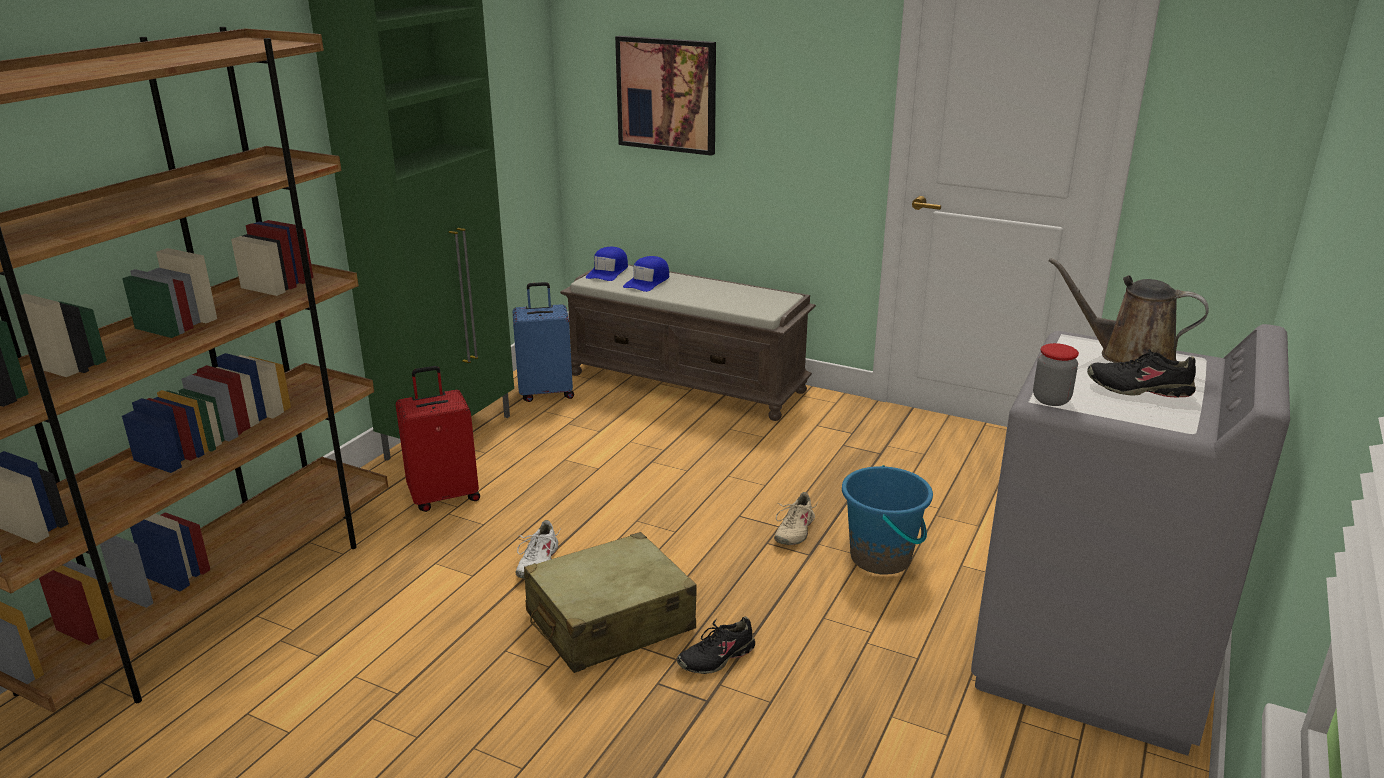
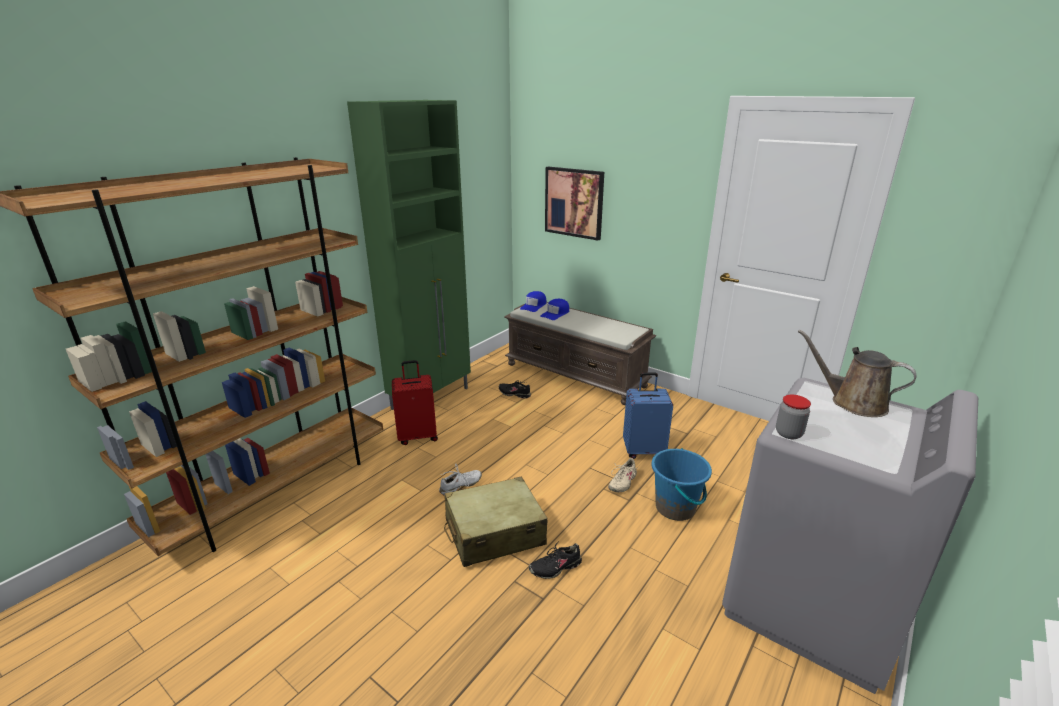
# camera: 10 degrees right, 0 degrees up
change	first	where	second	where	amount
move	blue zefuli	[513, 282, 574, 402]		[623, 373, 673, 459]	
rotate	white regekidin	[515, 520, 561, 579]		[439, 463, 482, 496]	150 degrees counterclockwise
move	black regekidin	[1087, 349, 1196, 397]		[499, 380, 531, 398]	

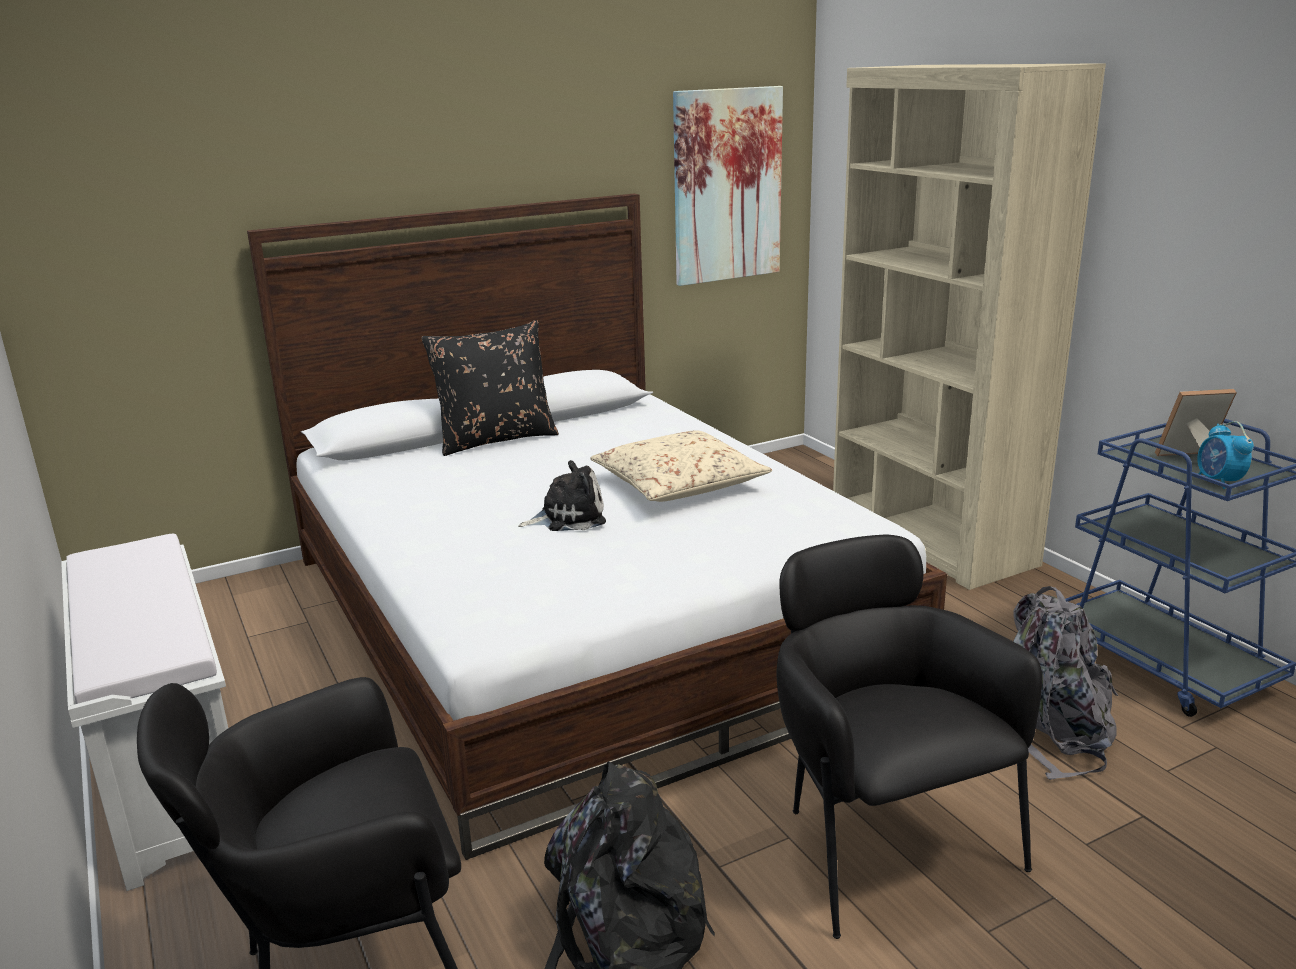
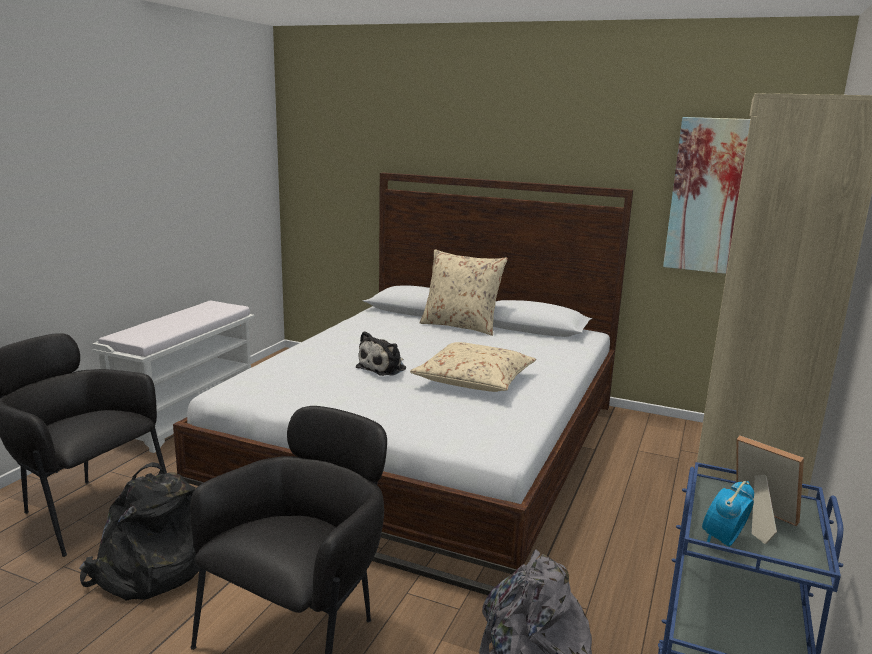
# camera: 50 degrees right, 5 degrees down
change	first	where	second	where	amount
recolor	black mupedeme	[421, 320, 559, 456]	beige mupedeme	[420, 249, 508, 336]	
rotate	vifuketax	[518, 460, 606, 531]		[356, 331, 406, 376]	90 degrees clockwise

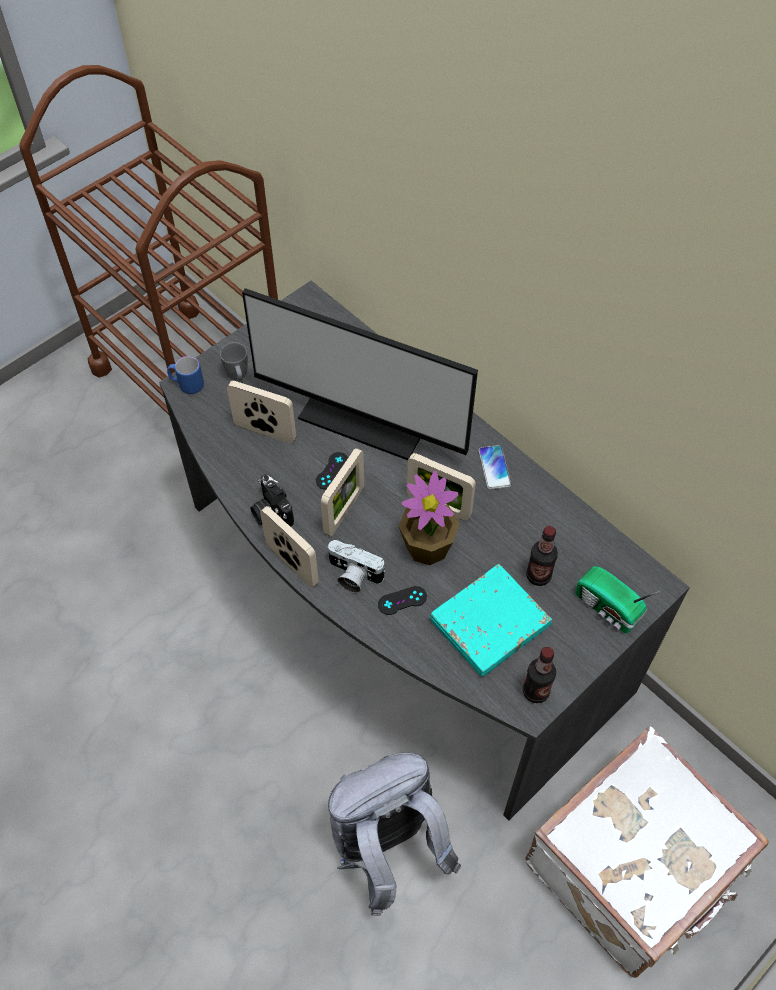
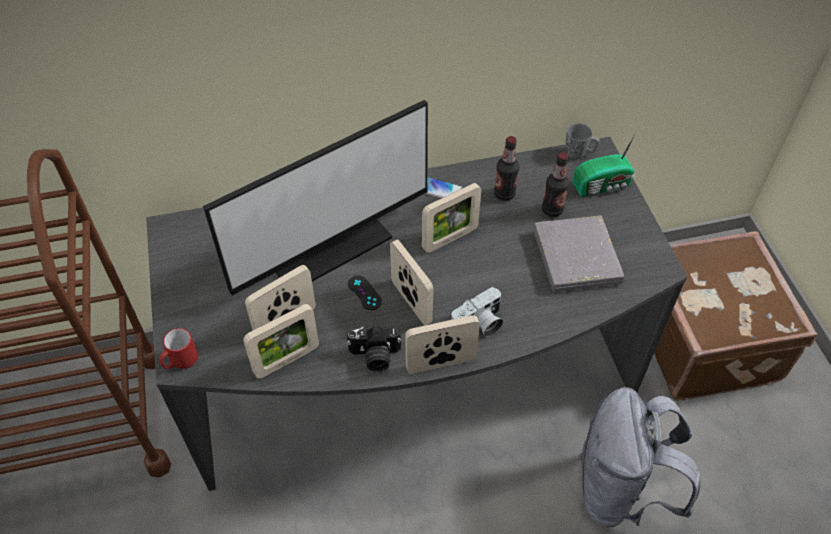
# camera: 60 degrees left, 5 degrees down
change	first	where	second	where	amount
recolor	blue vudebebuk	[167, 356, 204, 394]	red vudebebuk	[160, 328, 198, 369]	
move	grey vudebebuk	[220, 342, 248, 383]		[566, 123, 600, 159]	
delete	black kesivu	[378, 586, 427, 615]			
delete	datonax	[399, 471, 460, 565]			
recolor	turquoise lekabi	[430, 564, 552, 677]	grey lekabi	[534, 215, 624, 292]	
move	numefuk	[523, 647, 556, 703]		[494, 136, 519, 201]	
recolor	white zefuli	[525, 727, 769, 978]	brown zefuli	[654, 231, 818, 401]	
insert			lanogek	[243, 304, 319, 379]	

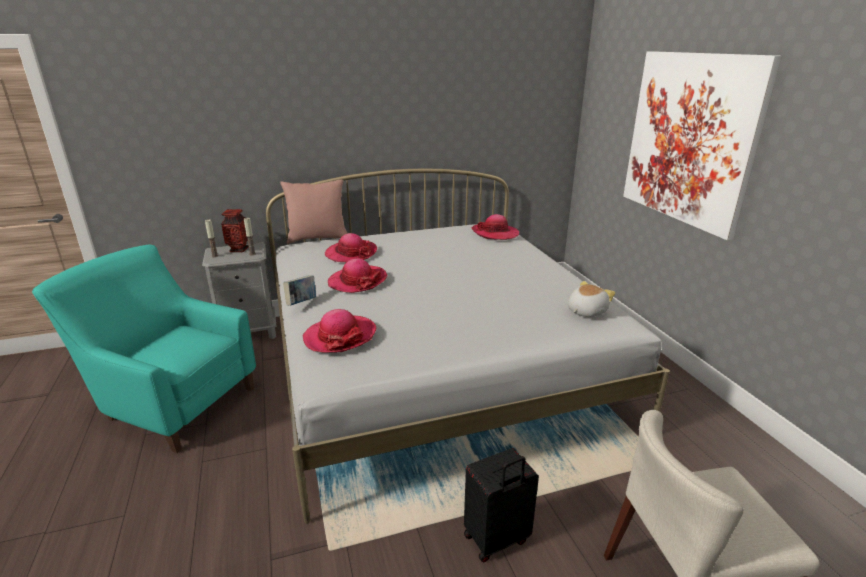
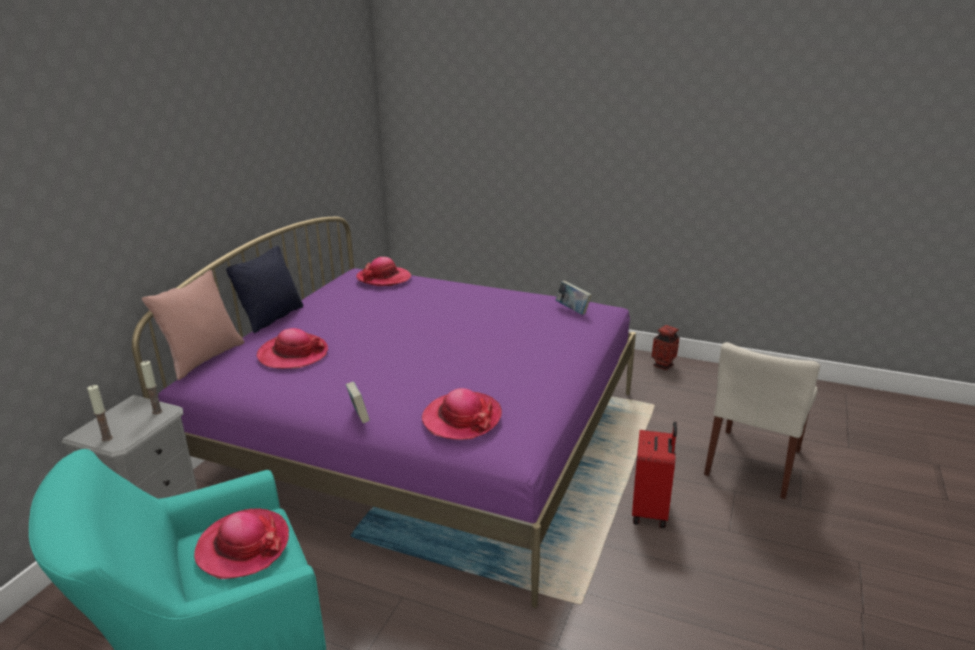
# camera: 50 degrees left, 0 degrees up
change	first	where	second	where	amount
move	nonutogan	[221, 209, 249, 252]		[652, 325, 679, 370]	
recolor	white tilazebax	[266, 169, 670, 524]	purple tilazebax	[132, 217, 636, 608]	
move	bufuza	[328, 258, 388, 293]		[194, 509, 289, 579]	
recolor	black zefuli	[464, 448, 539, 563]	red zefuli	[632, 421, 677, 528]	
replace	vifuketax	[568, 281, 615, 317]	lekabi	[556, 281, 592, 315]	
delete	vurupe	[623, 51, 782, 240]			
insert			black mupedeme	[226, 246, 303, 333]	

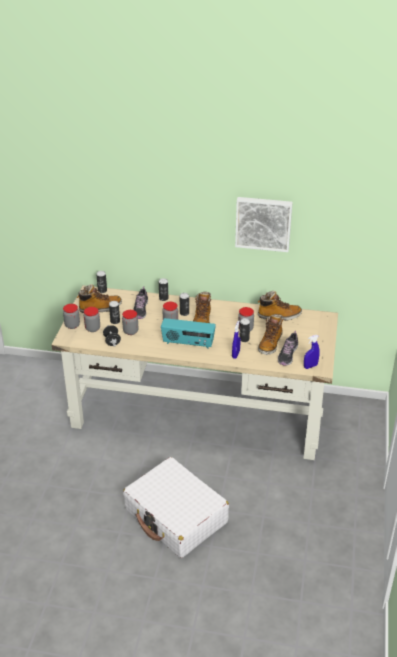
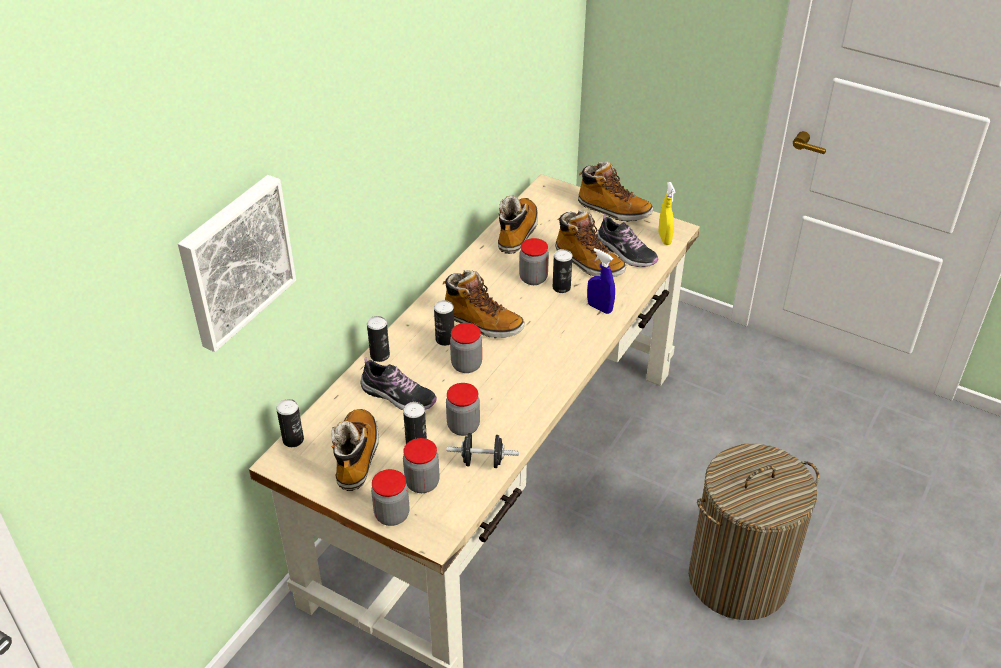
# camera: 70 degrees left, 5 degrees up
change	first	where	second	where	amount
replace	white zefuli	[123, 457, 229, 558]	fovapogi	[688, 444, 819, 620]	
delete	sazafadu	[161, 318, 216, 349]			
move	vurupe	[235, 197, 293, 252]		[178, 175, 296, 352]	
recolor	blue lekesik	[304, 335, 320, 369]	yellow lekesik	[659, 182, 675, 245]	
insert			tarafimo	[578, 162, 653, 222]	

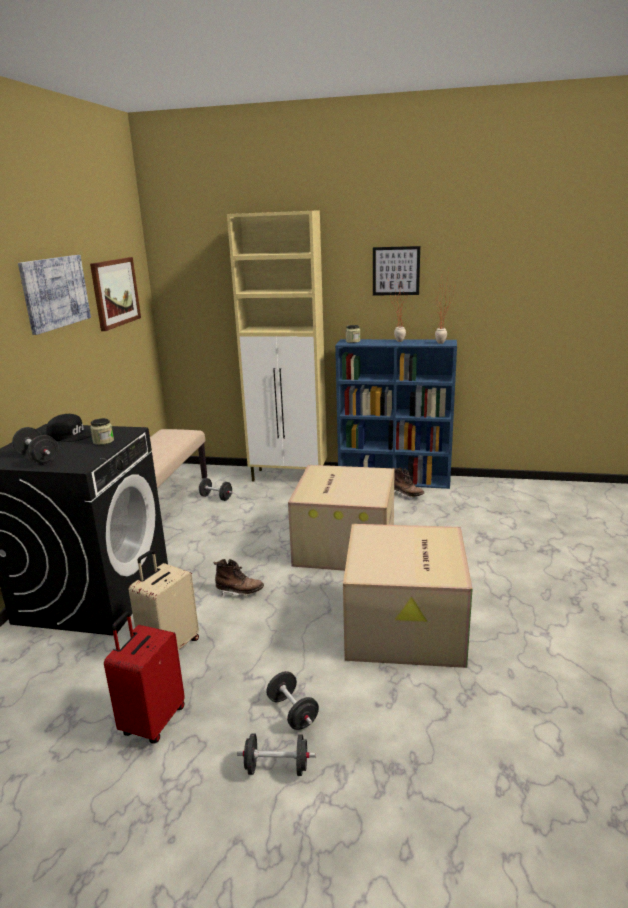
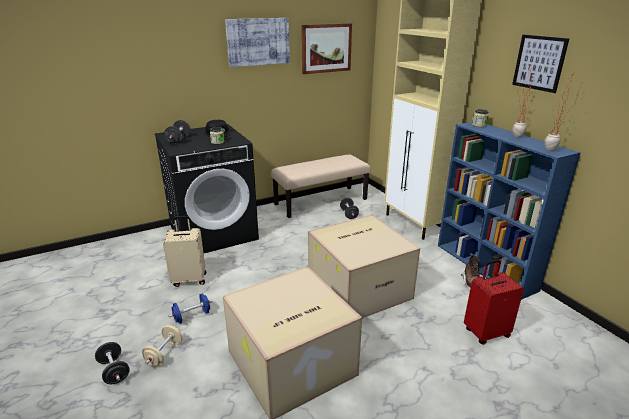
# camera: 50 degrees right, 5 degrees up
change	first	where	second	where	amount
move	red zefuli	[104, 612, 185, 743]		[464, 259, 524, 345]	
delete	brown tarafimo	[214, 559, 264, 596]			
recolor	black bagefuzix	[266, 671, 319, 730]	beige bagefuzix	[142, 325, 182, 366]	
insert			blue bagefuzix	[169, 293, 213, 324]	

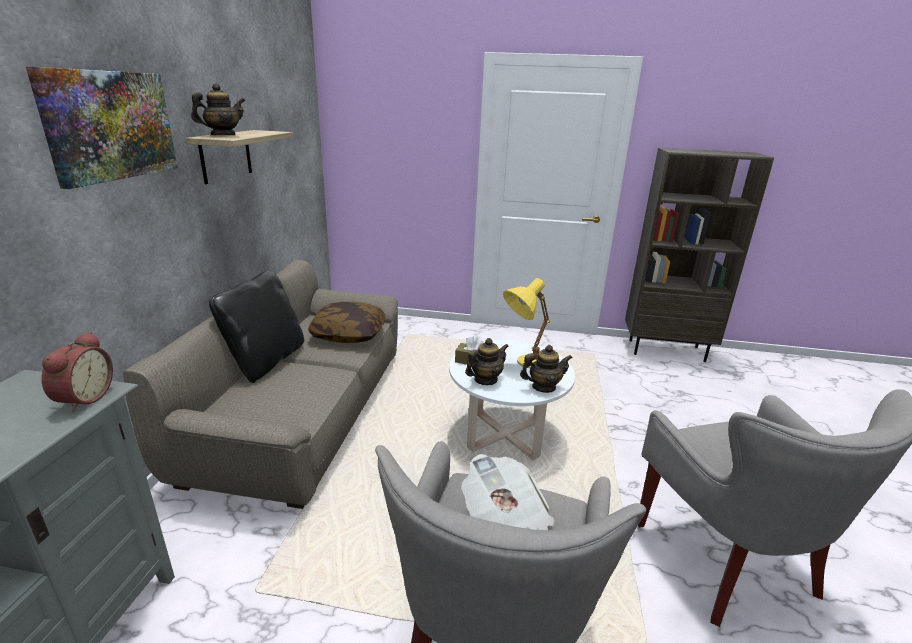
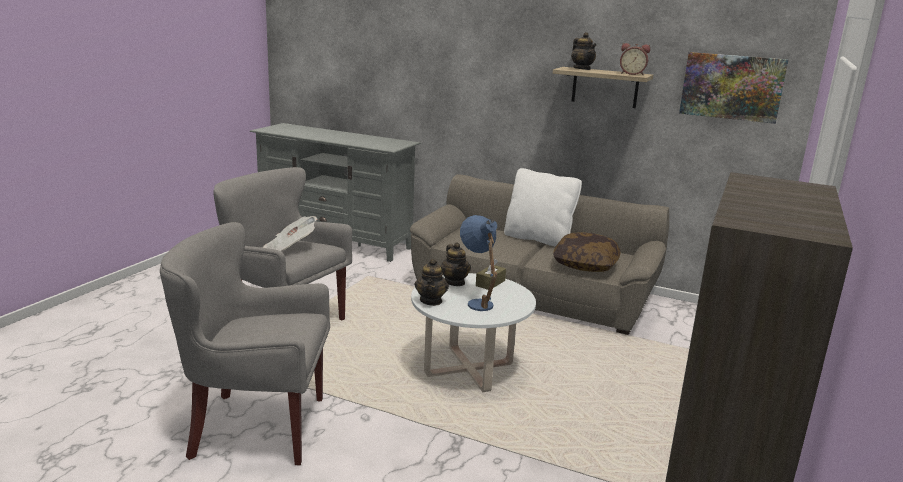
# camera: 105 degrees right, 5 degrees down
change	first	where	second	where	amount
move	vurupe	[25, 66, 178, 189]		[679, 52, 789, 124]	
move	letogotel	[41, 332, 113, 412]		[620, 43, 650, 75]	
recolor	black mupedeme	[209, 270, 304, 383]	white mupedeme	[504, 168, 582, 246]	
recolor	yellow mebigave	[503, 278, 550, 368]	blue mebigave	[460, 215, 497, 311]	

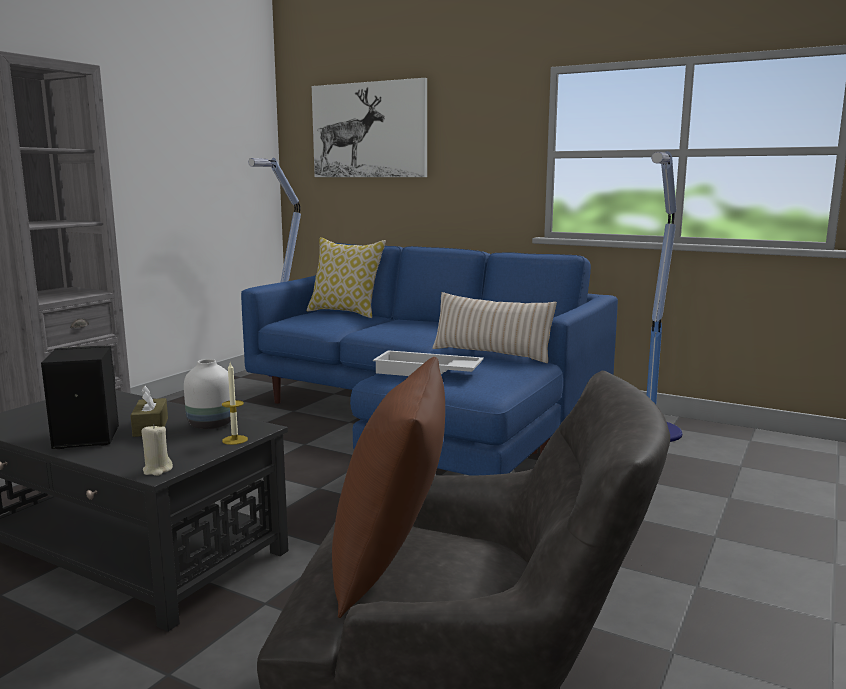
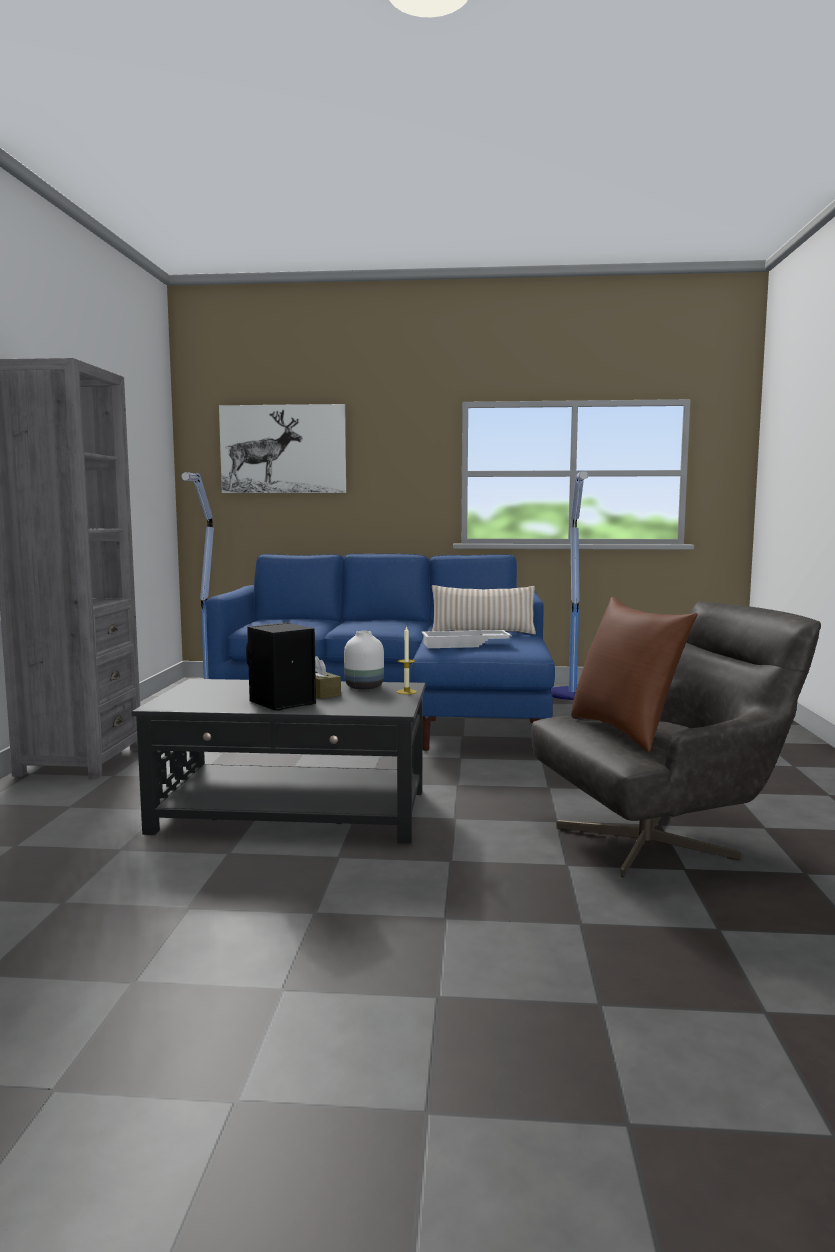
# camera: 25 degrees left, 5 degrees down
change	first	where	second	where	amount
delete	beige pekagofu	[142, 424, 173, 476]			
delete	mupedeme	[307, 237, 386, 318]			

